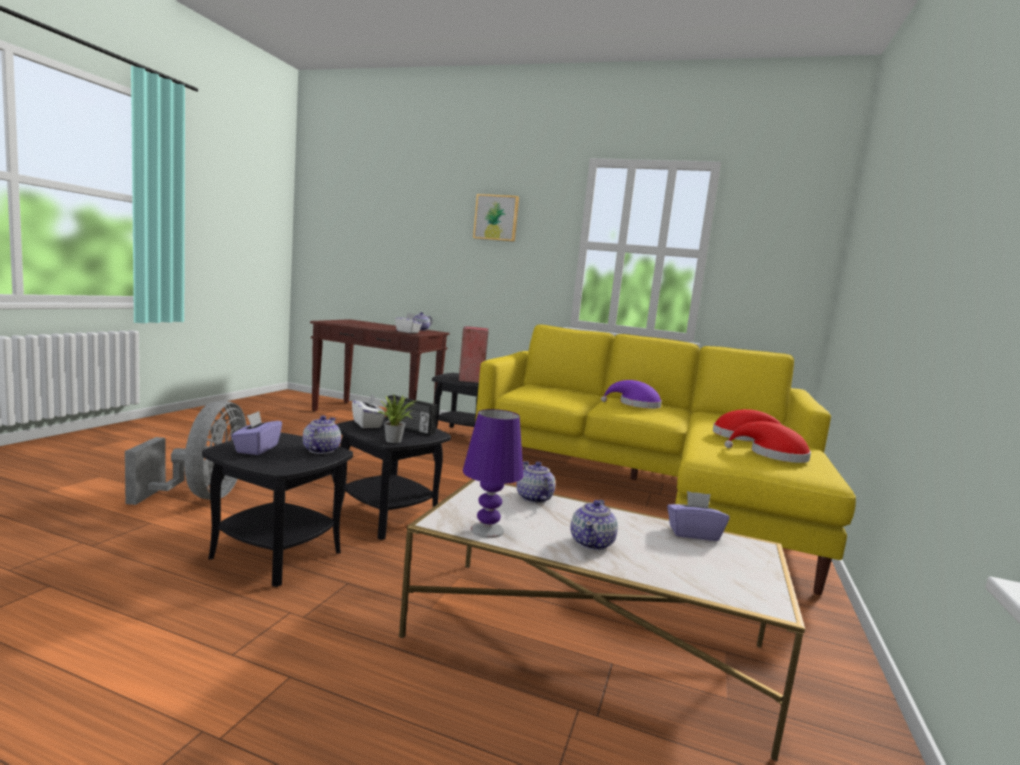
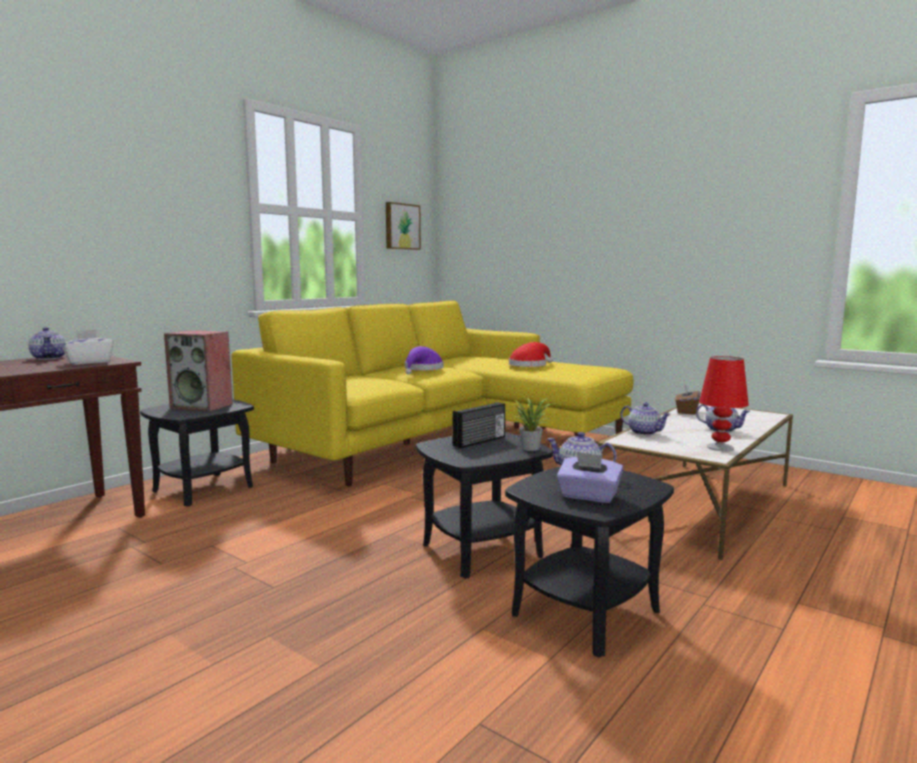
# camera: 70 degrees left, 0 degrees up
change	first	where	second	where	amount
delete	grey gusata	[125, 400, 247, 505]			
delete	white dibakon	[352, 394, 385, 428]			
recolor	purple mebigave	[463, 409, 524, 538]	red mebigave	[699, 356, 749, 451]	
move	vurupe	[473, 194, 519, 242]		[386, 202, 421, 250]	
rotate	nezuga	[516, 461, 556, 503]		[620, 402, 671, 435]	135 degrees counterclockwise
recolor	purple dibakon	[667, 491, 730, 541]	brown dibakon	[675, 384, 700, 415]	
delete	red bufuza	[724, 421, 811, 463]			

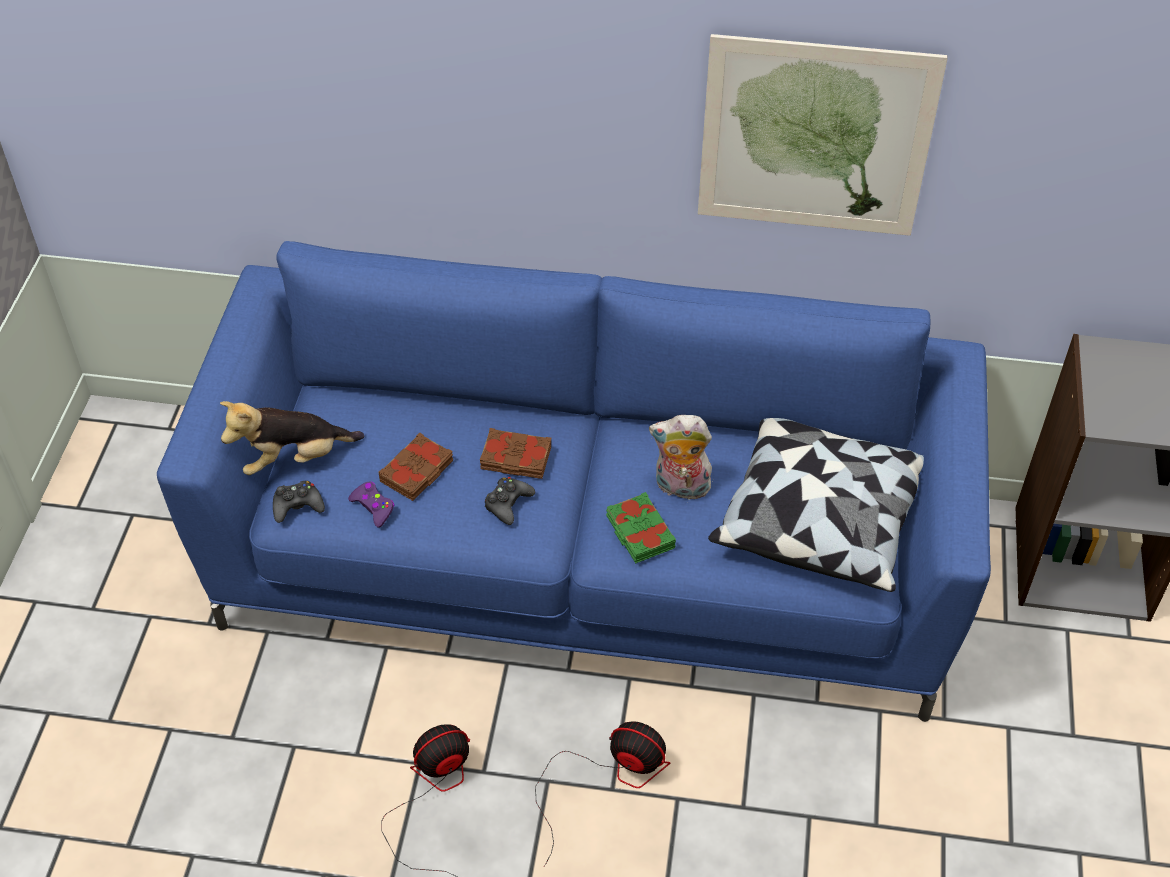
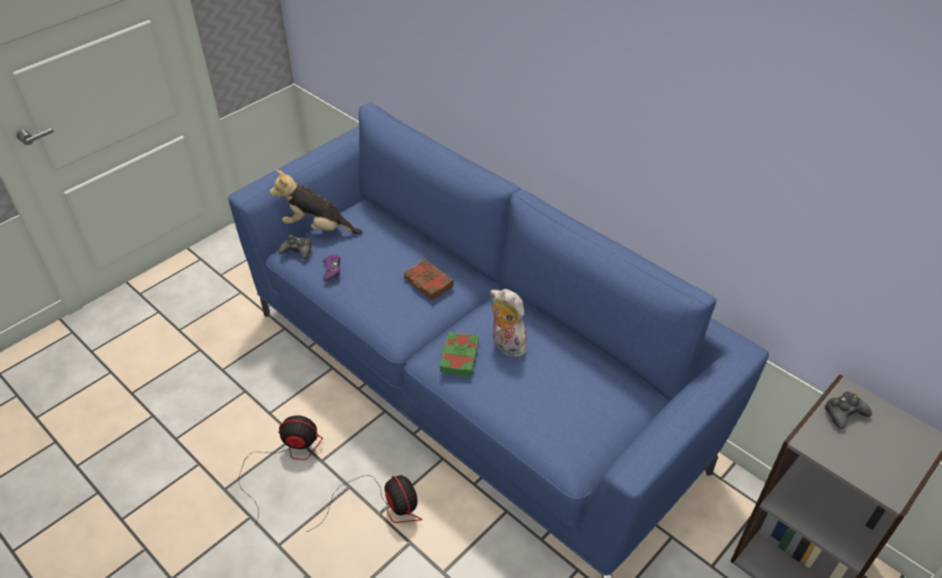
# camera: 35 degrees right, 5 degrees down
change	first	where	second	where	amount
delete	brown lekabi	[379, 432, 453, 501]			
move	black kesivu	[485, 477, 535, 525]		[825, 392, 872, 430]	
delete	vurupe	[698, 34, 947, 236]			
delete	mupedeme	[708, 418, 924, 592]			

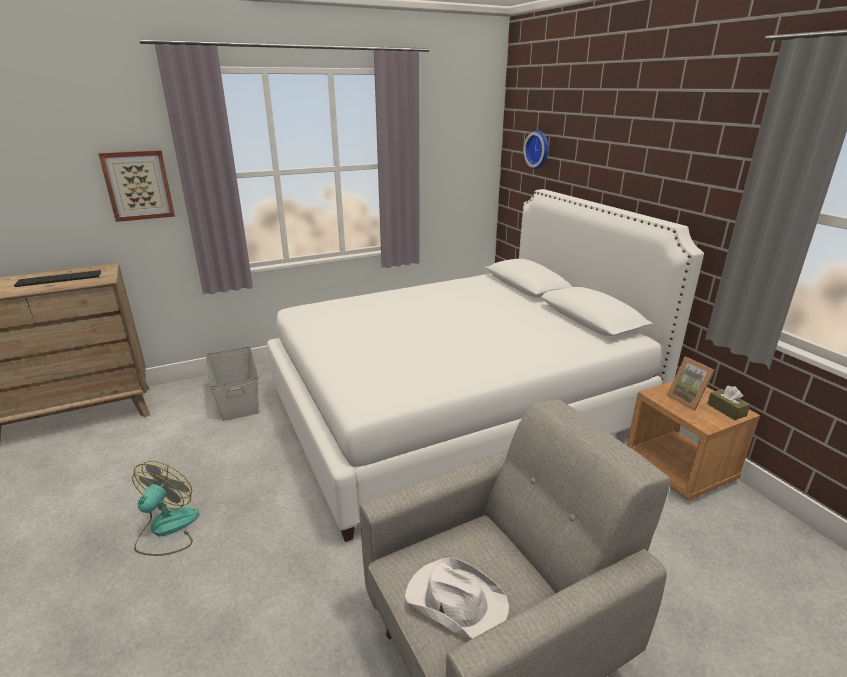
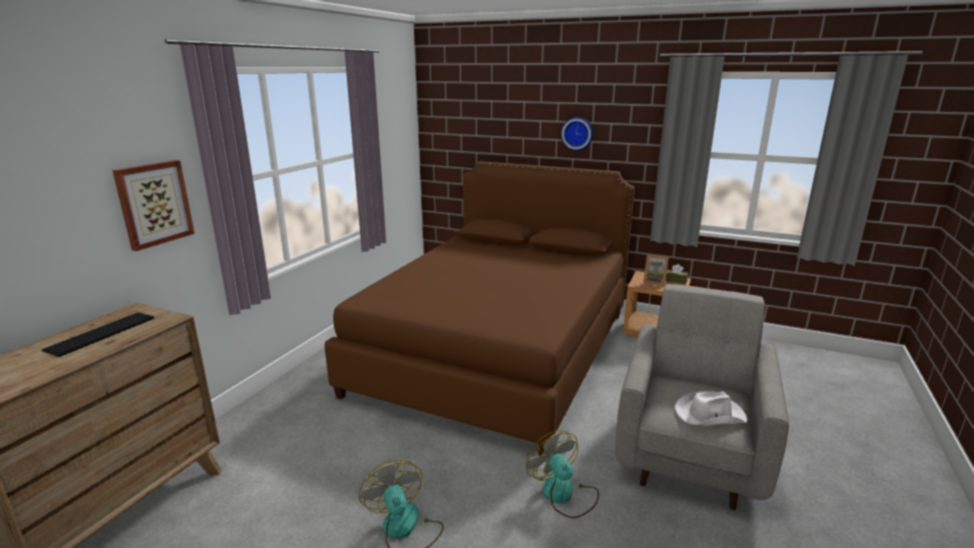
# camera: 40 degrees left, 5 degrees down
change	first	where	second	where	amount
delete	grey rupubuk	[206, 347, 259, 421]			
recolor	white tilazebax	[267, 189, 704, 542]	brown tilazebax	[324, 161, 635, 456]	
move	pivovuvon	[524, 130, 549, 169]		[561, 117, 593, 151]	
insert			gusata	[526, 430, 599, 518]	

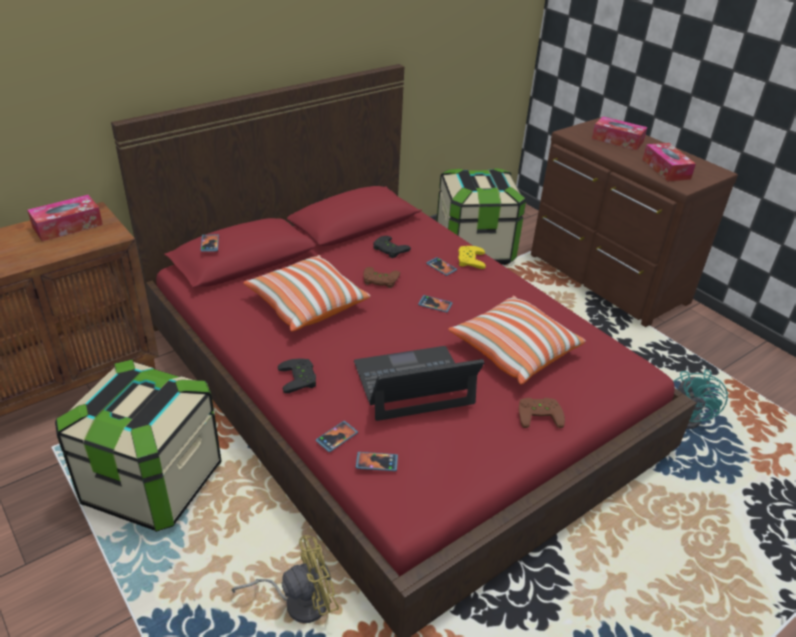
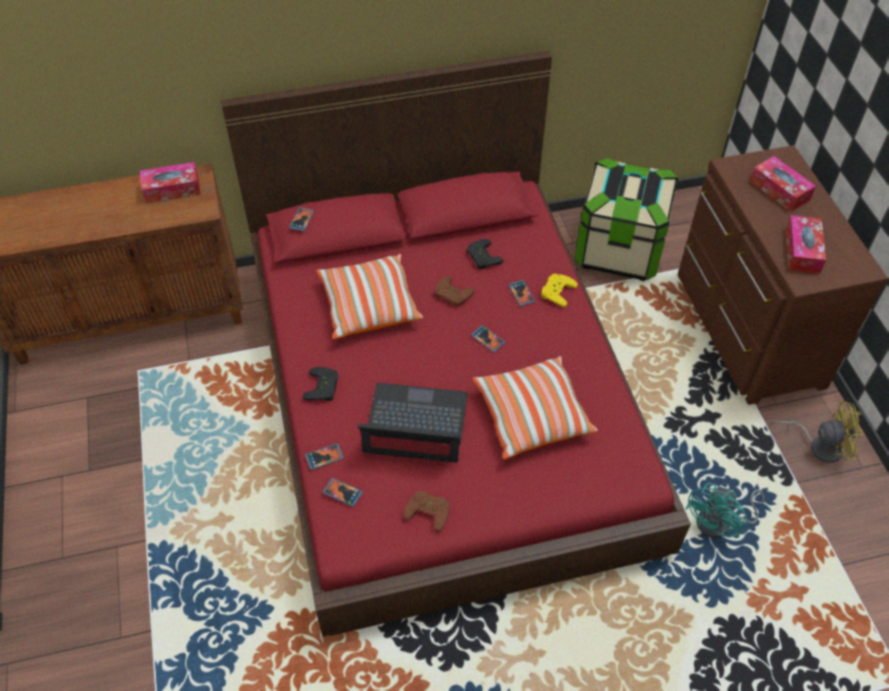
# camera: 25 degrees right, 15 degrees up
change	first	where	second	where	amount
delete	rupubuk	[55, 359, 222, 532]			
move	yellow gusata	[231, 535, 339, 623]		[772, 401, 863, 463]	
move	brown kesivu	[519, 398, 565, 428]		[403, 491, 450, 532]	

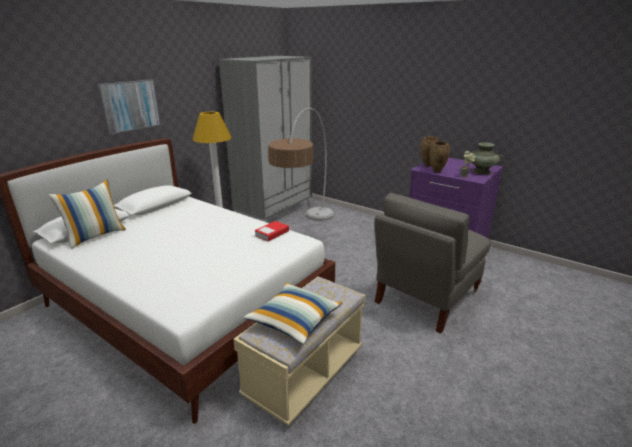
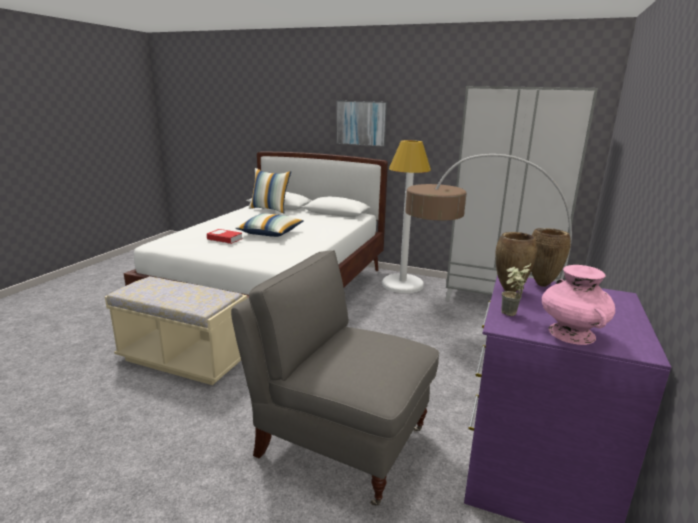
# camera: 75 degrees right, 5 degrees down
change	first	where	second	where	amount
move	mupedeme	[244, 283, 342, 344]		[235, 213, 304, 237]	
move	lekabi	[255, 221, 289, 242]		[207, 229, 243, 244]	
recolor	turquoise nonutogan	[466, 142, 504, 175]	pink nonutogan	[542, 265, 615, 345]	

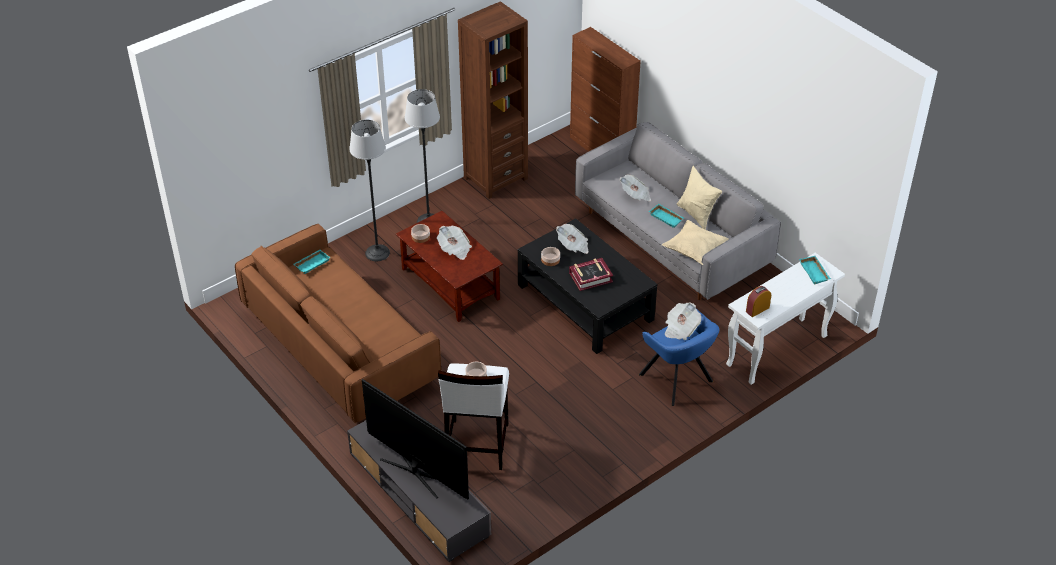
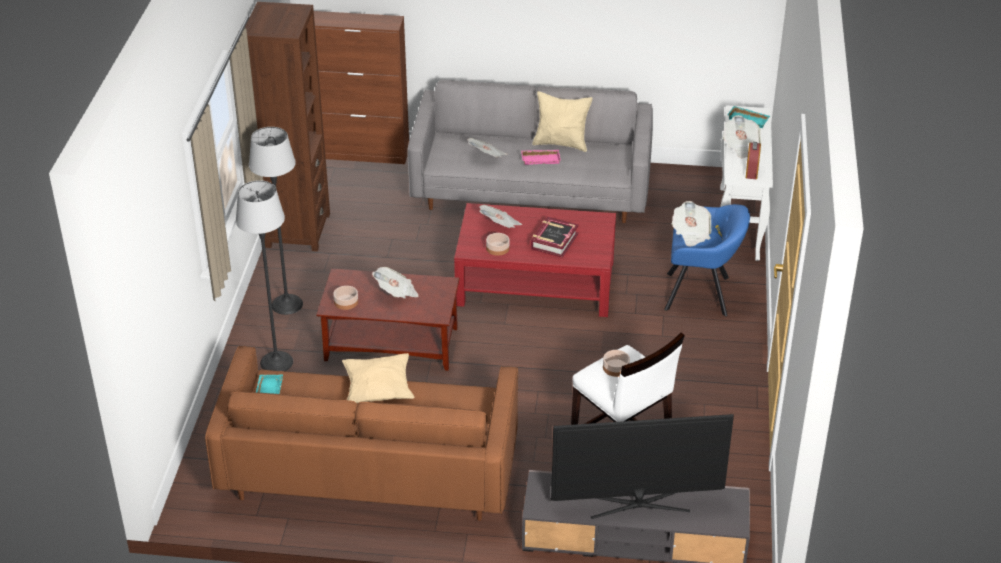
# camera: 45 degrees left, 5 degrees down
change	first	where	second	where	amount
recolor	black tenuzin	[518, 218, 658, 354]	red tenuzin	[454, 203, 616, 317]	
recolor	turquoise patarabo	[649, 204, 684, 228]	pink patarabo	[521, 150, 561, 165]	
move	beige mupedeme	[662, 220, 729, 265]		[342, 353, 415, 403]	
insert			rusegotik	[723, 115, 761, 158]	

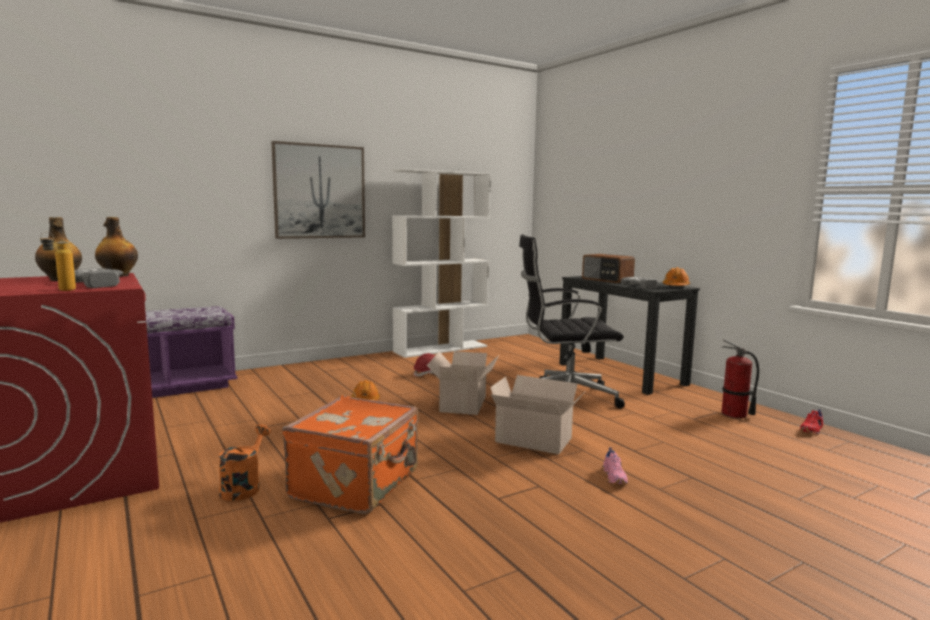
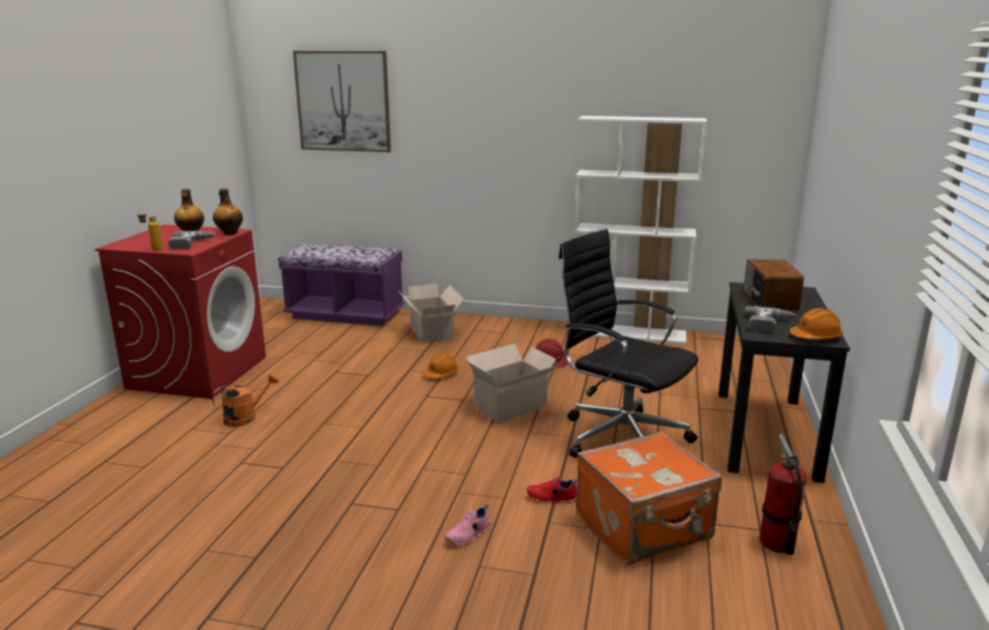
# camera: 45 degrees right, 10 degrees up
change	first	where	second	where	amount
move	vurupe	[271, 141, 365, 239]		[293, 51, 391, 152]	
move	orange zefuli	[282, 395, 418, 514]		[576, 431, 722, 565]	
move	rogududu	[490, 375, 585, 454]		[398, 284, 464, 343]	
move	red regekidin	[800, 409, 823, 434]		[526, 477, 578, 504]	

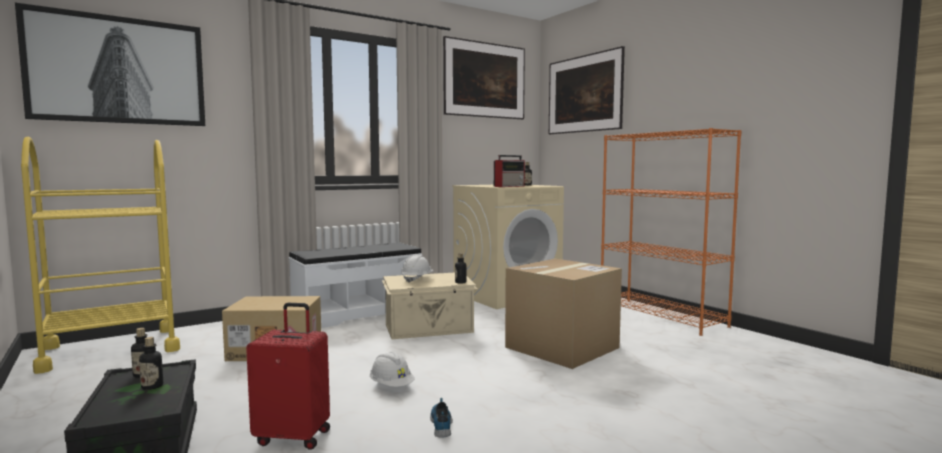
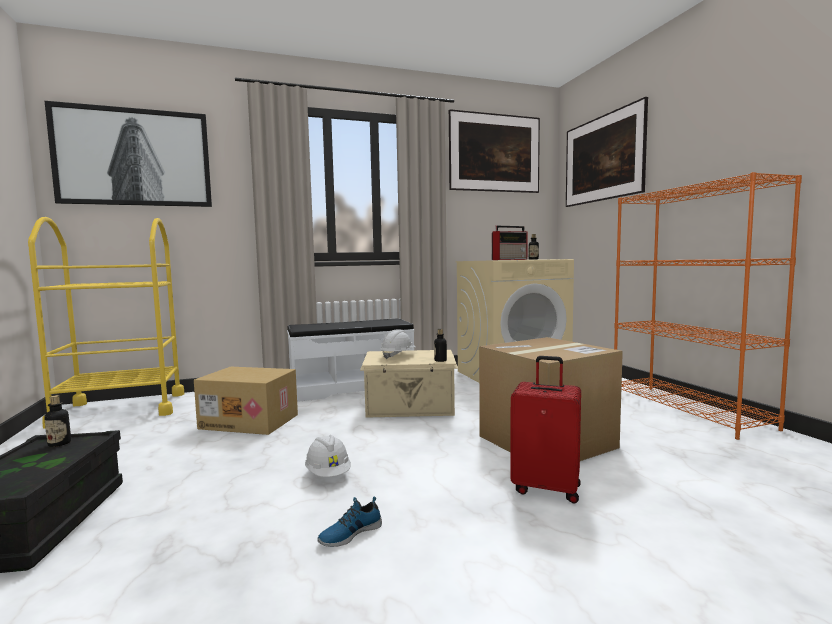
# camera: 15 degrees right, 0 degrees up
change	first	where	second	where	amount
delete	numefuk	[139, 337, 163, 390]			
move	red zefuli	[246, 303, 330, 450]		[510, 356, 581, 504]	
rotate	regekidin	[430, 398, 453, 438]		[317, 496, 382, 547]	135 degrees counterclockwise

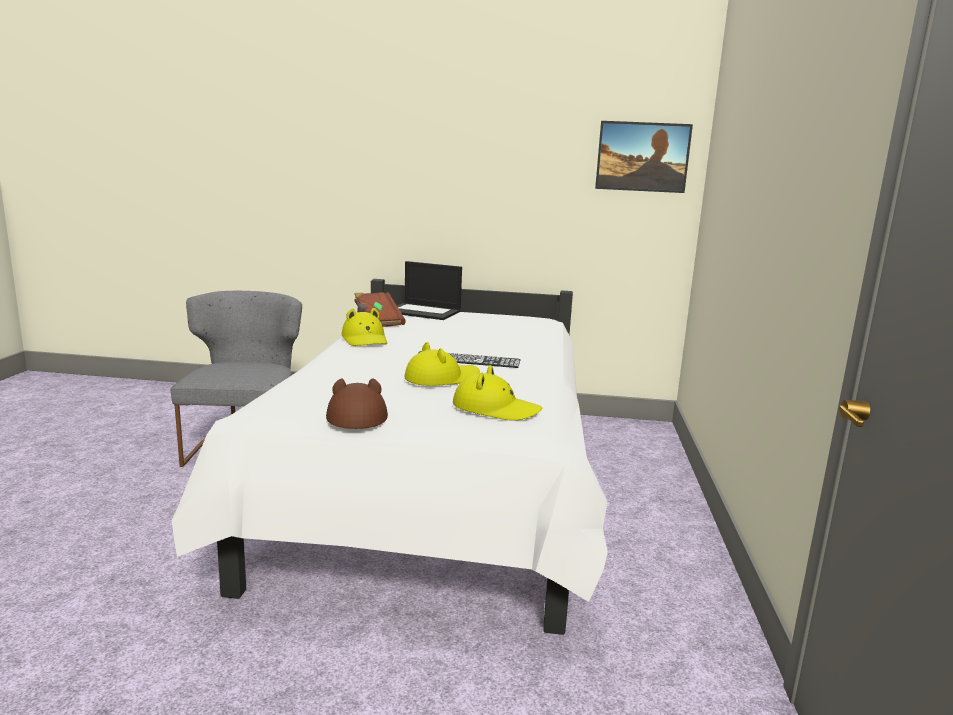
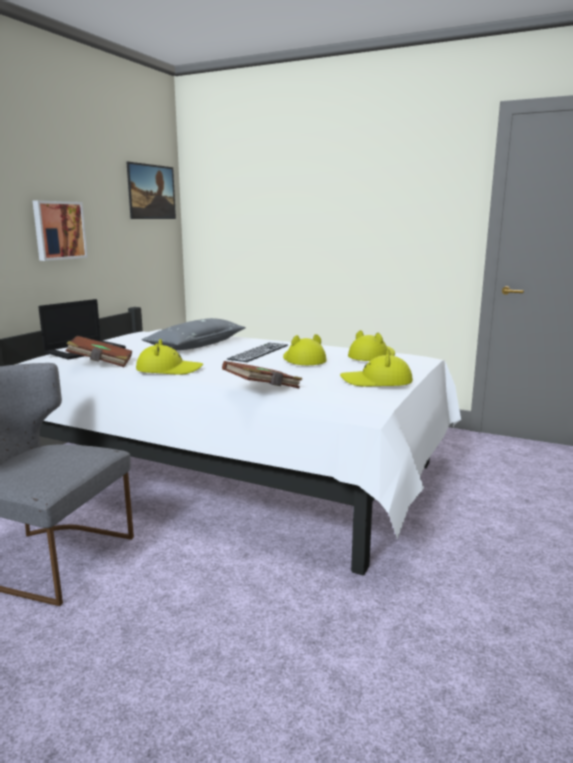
# camera: 70 degrees left, 0 degrees up
change	first	where	second	where	amount
recolor	brown bufuza	[326, 378, 388, 429]	yellow bufuza	[340, 349, 413, 387]	
insert			vurupe	[33, 201, 88, 261]	
insert			grey mupedeme	[141, 318, 246, 350]	
insert			brown lekabi	[222, 361, 302, 388]	

